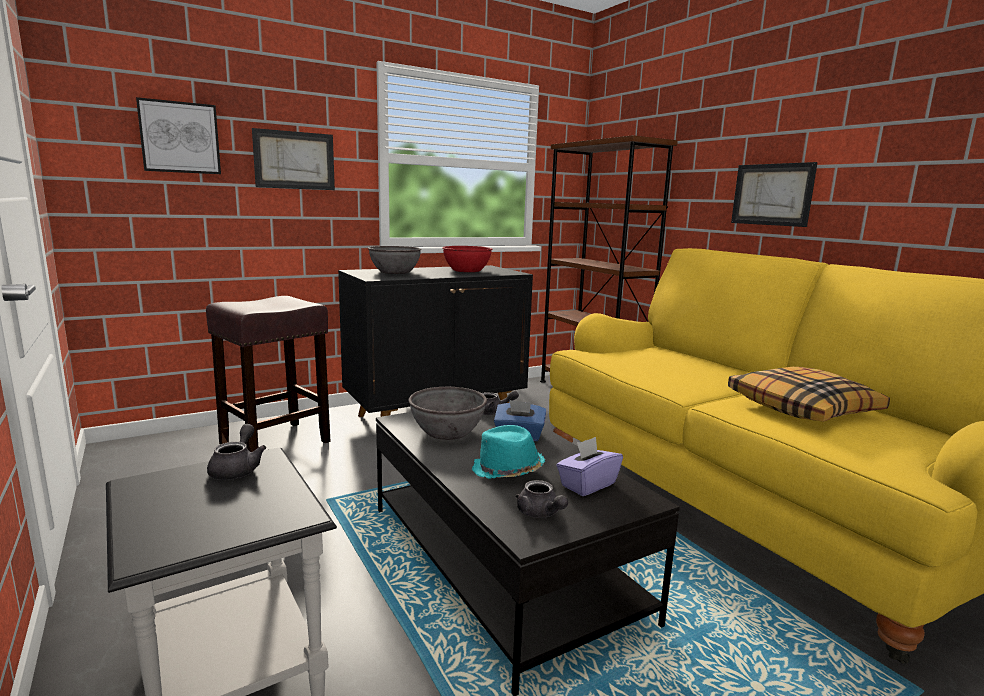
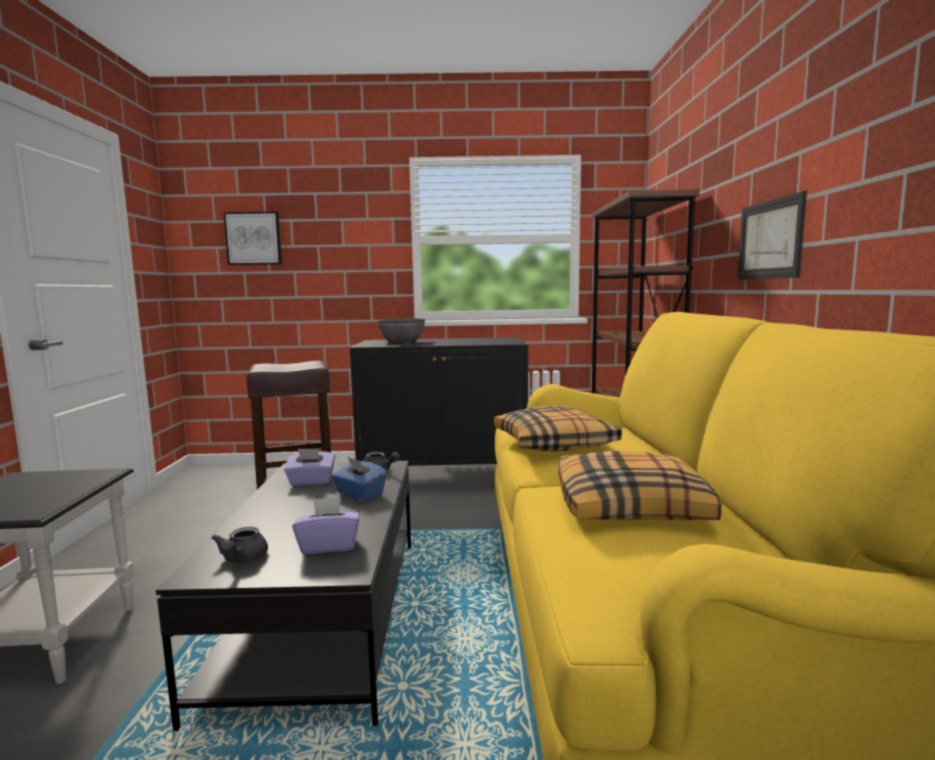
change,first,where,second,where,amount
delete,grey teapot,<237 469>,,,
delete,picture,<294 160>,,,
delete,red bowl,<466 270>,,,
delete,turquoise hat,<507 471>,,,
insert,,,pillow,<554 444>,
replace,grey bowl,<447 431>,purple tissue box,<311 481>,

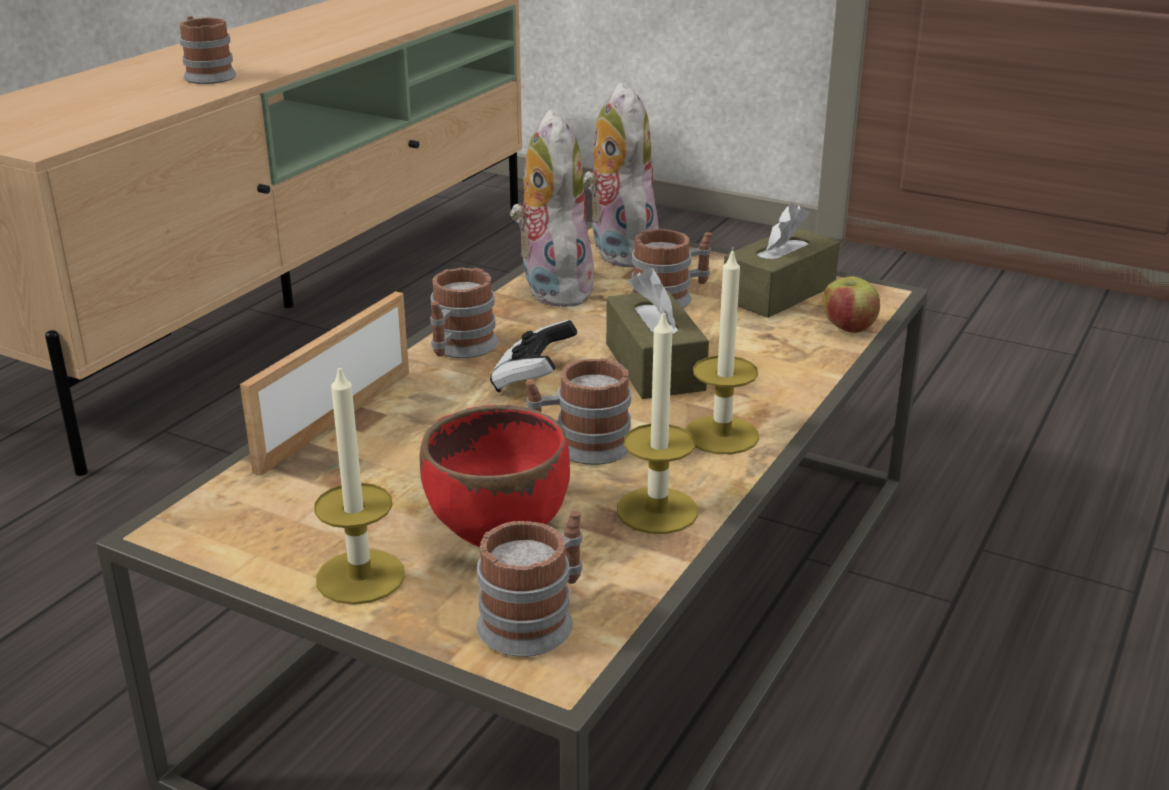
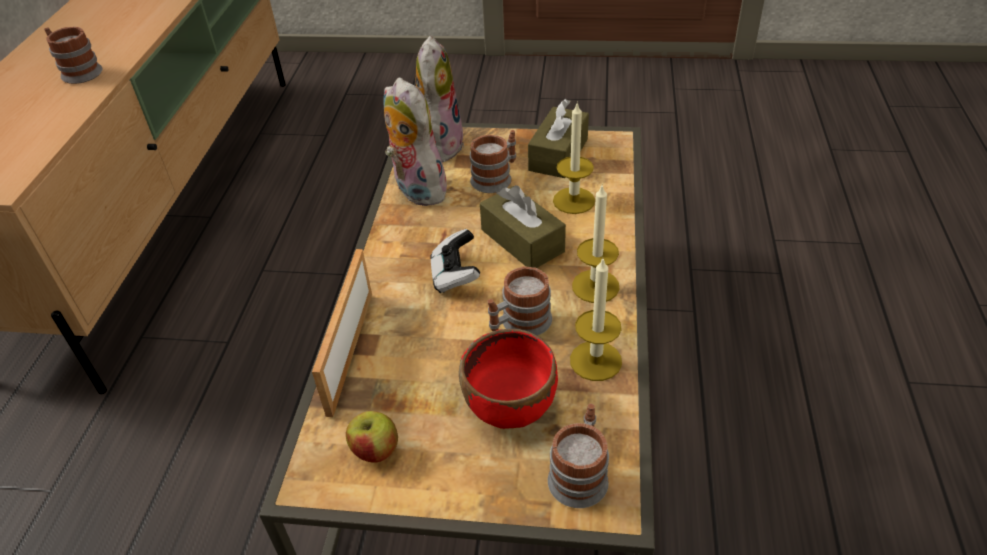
change,first,where,second,where,amount
delete,mug,<459 349>,,,
move,candle,<360 577>,,<574 200>,
move,apple,<848 328>,,<375 451>,
rotate,plush toy,<618 252>,,<438 144>,45 degrees clockwise

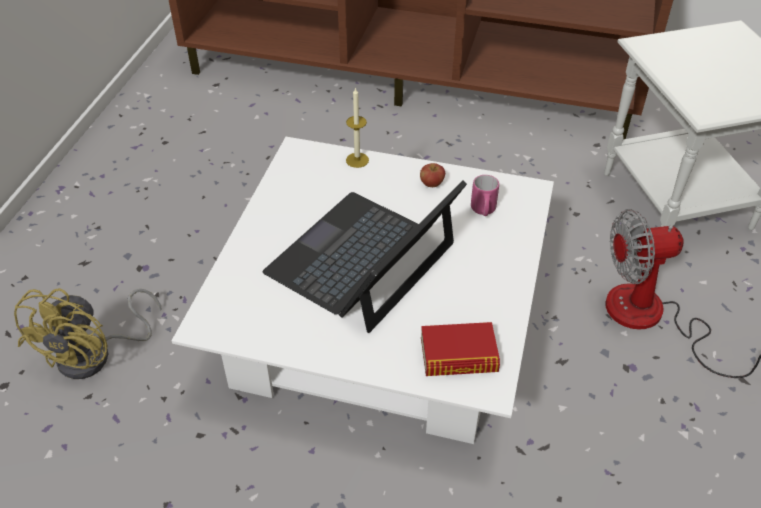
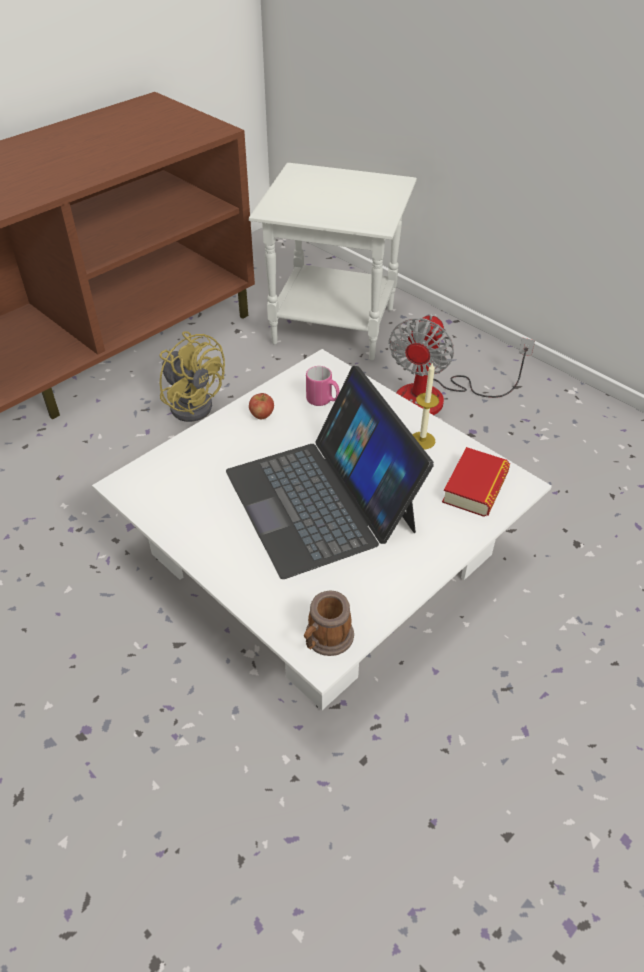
change,first,where,second,where,amount
insert,,,mug,<326 639>,
move,yellow fan,<96 355>,,<193 402>,
move,candle,<357 160>,,<422 440>,

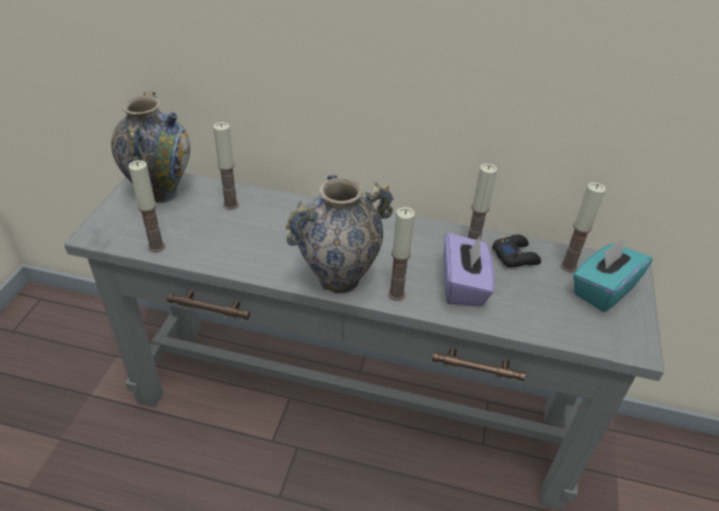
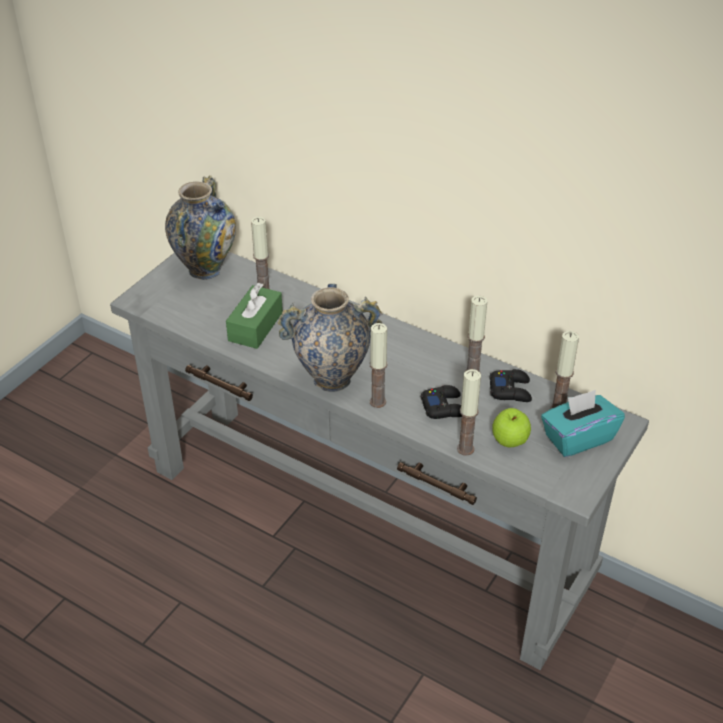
change,first,where,second,where,amount
insert,,,green tissue box,<255 326>,
insert,,,apple,<509 441>,
move,candle,<156 246>,,<465 449>,
replace,purple tissue box,<463 285>,black game controller,<444 407>,

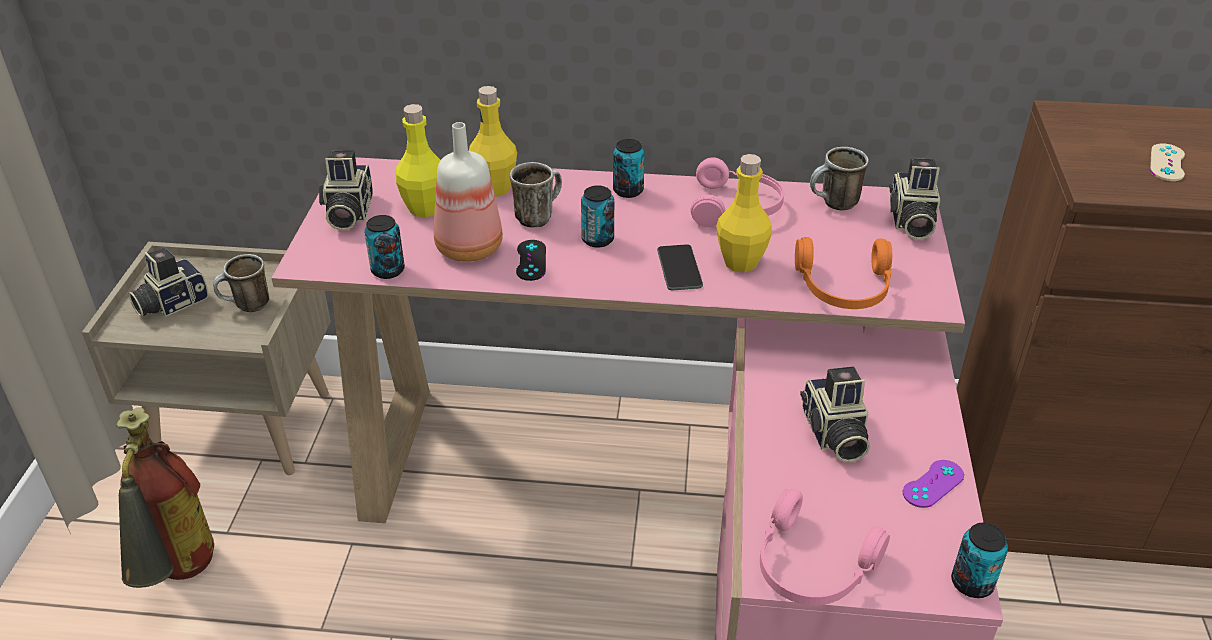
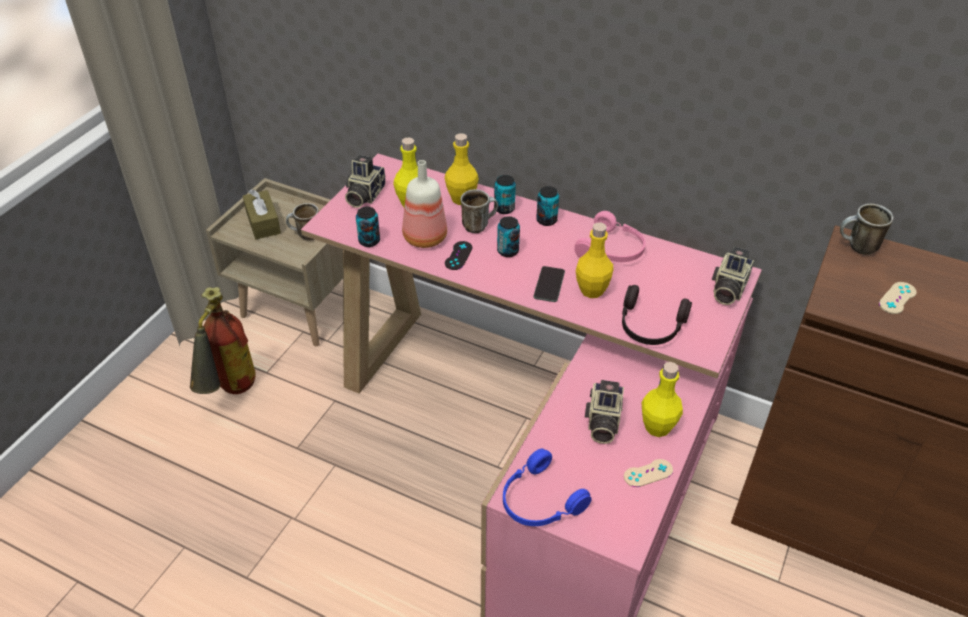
change,first,where,second,where,amount
insert,,,yellow bottle,<657 427>,
move,mug,<834 205>,,<857 248>,
move,can,<972 583>,,<504 209>,
replace,photo camera,<171 303>,brown tissue box,<263 222>,
recolor,pink headphones,<811 567>,blue headphones,<539 501>,
recolor,orange headphones,<844 288>,black headphones,<650 326>,
recolor,purple game controller,<933 484>,beige game controller,<648 473>,

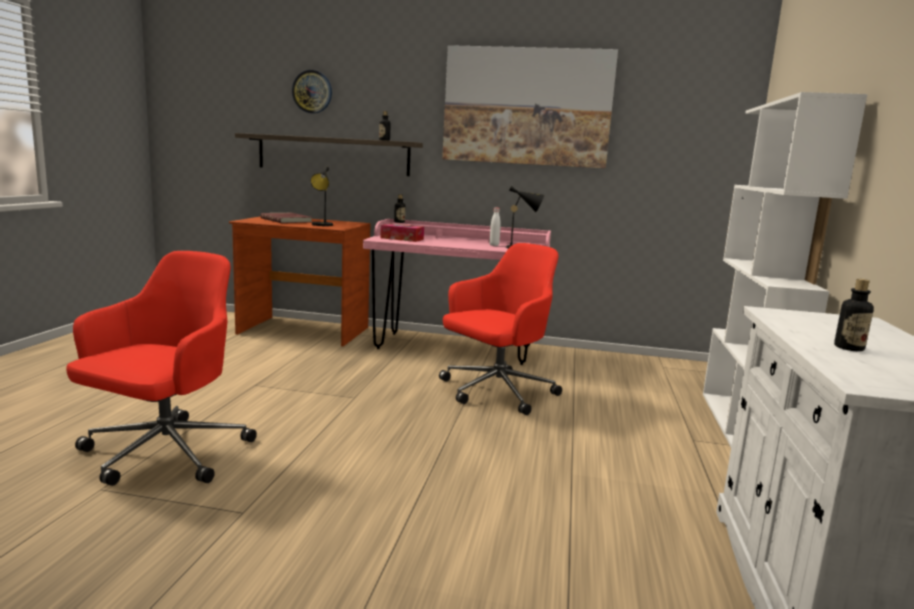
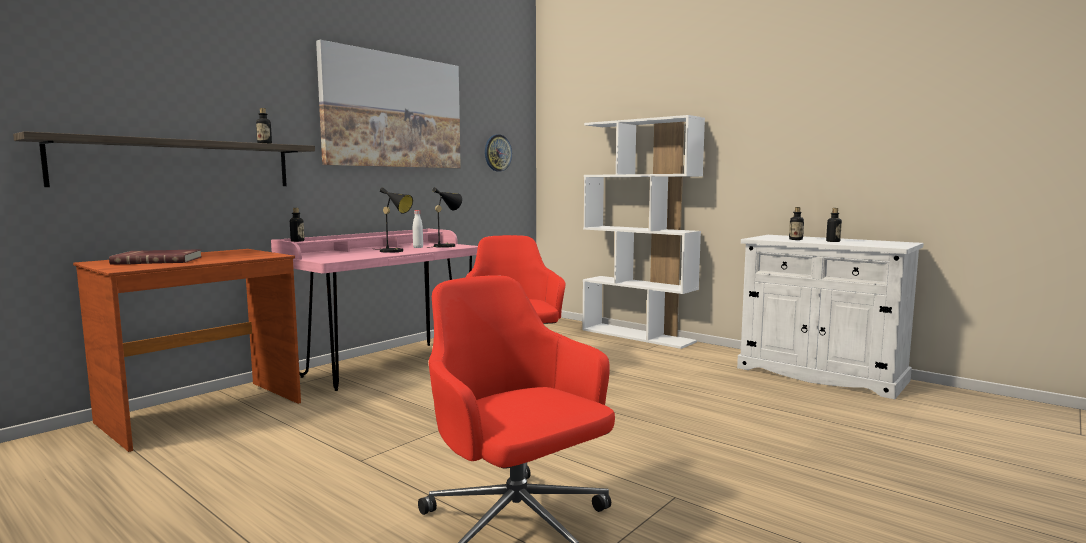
change,first,where,second,where,amount
delete,tissue box,<402 239>,,,
insert,,,bottle,<795 239>,
move,wall clock,<312 92>,,<497 153>,
move,black table lamp,<322 225>,,<395 251>,

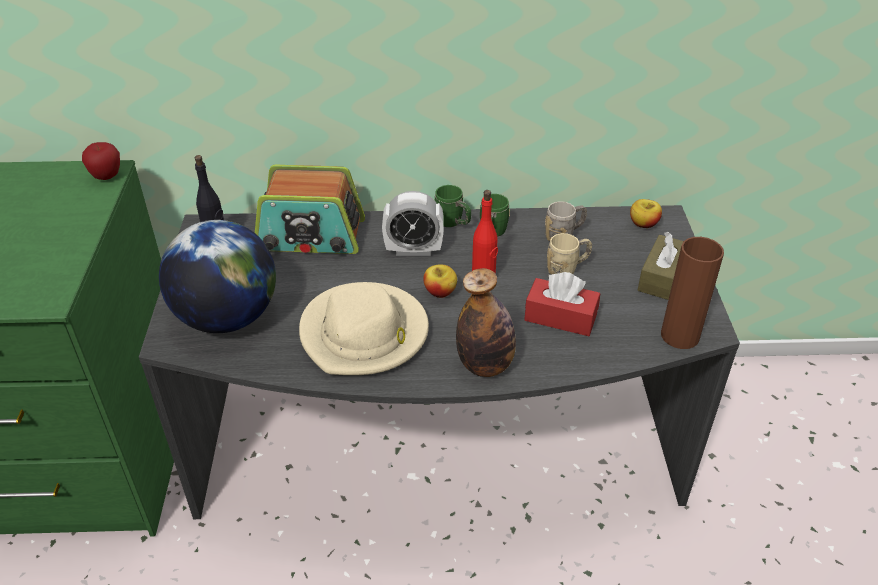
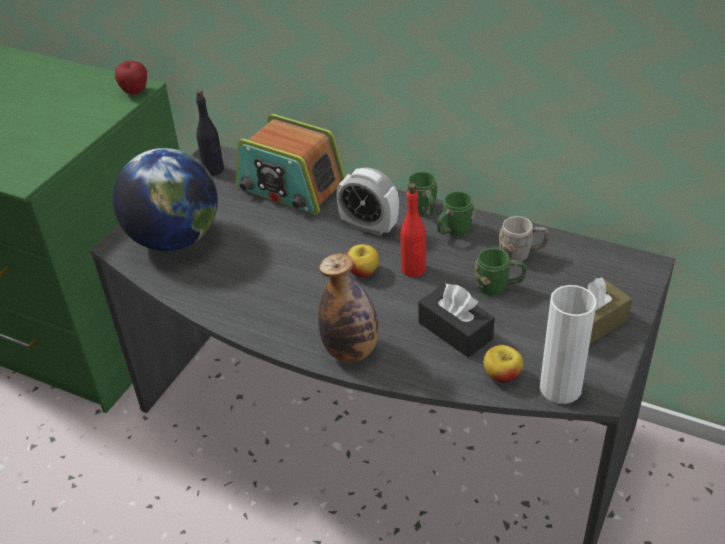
change,first,where,second,where,amount
delete,beige hat,<365 334>,,,
move,apple,<643 224>,,<502 375>,
recolor,red tissue box,<560 317>,black tissue box,<455 330>,
recolor,beige mug,<567 269>,green mug,<499 287>,
recolor,brown vase,<680 336>,white vase,<560 388>,

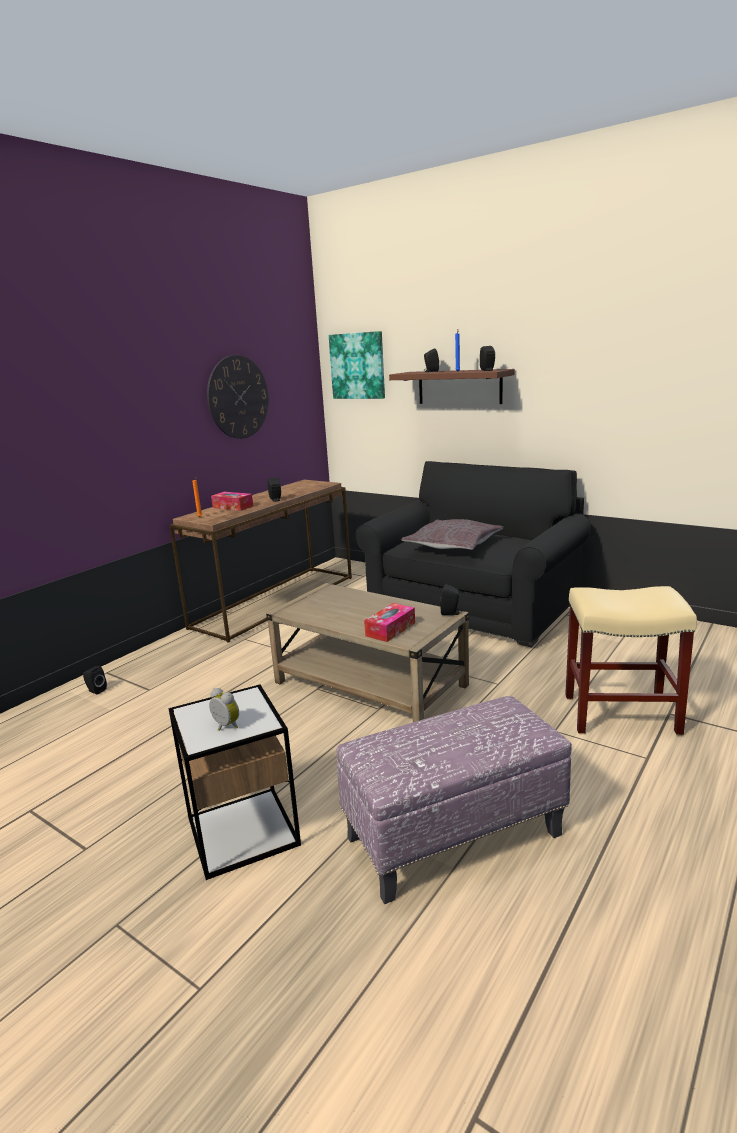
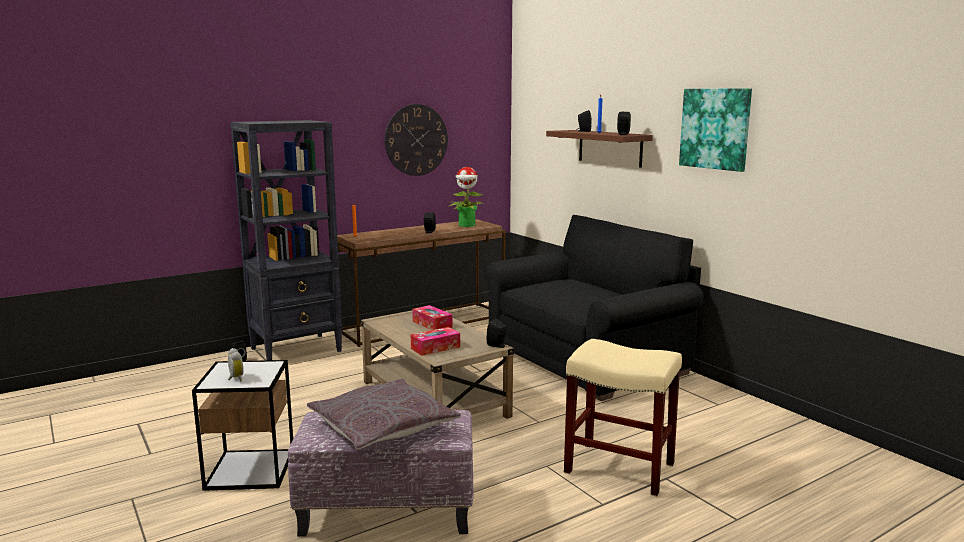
change,first,where,second,where,amount
insert,,,black bookcase,<297 350>,
insert,,,potted plant,<467 225>,
move,tissue box,<233 507>,,<432 324>,
move,picture,<358 366>,,<715 128>,
move,grey pillow,<453 544>,,<383 426>,

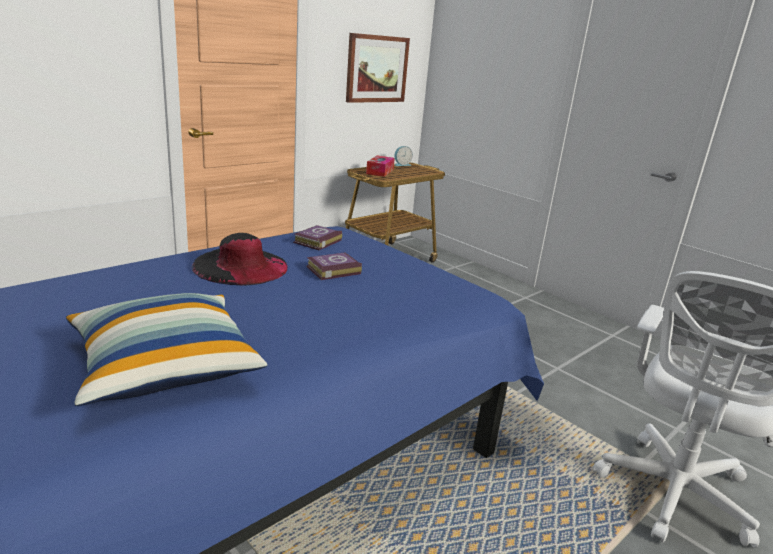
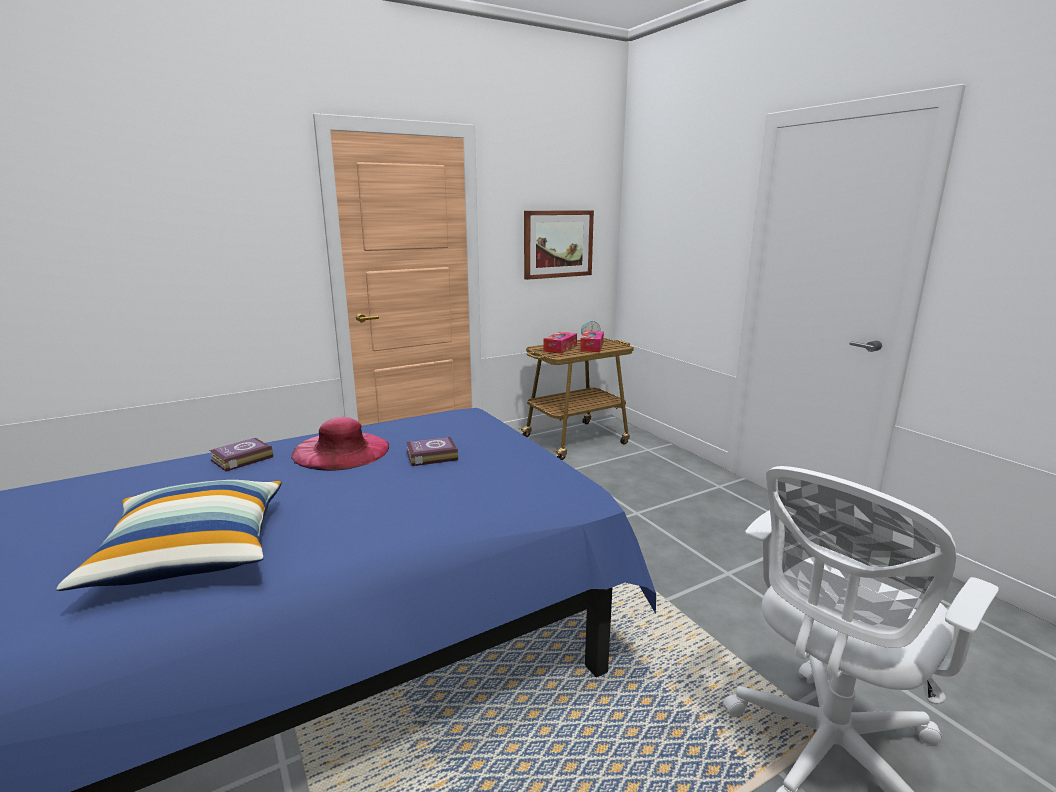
change,first,where,second,where,amount
insert,,,tissue box,<592 347>,
move,book,<316 241>,,<240 459>,
recolor,black hat,<240 266>,pink hat,<341 450>,

